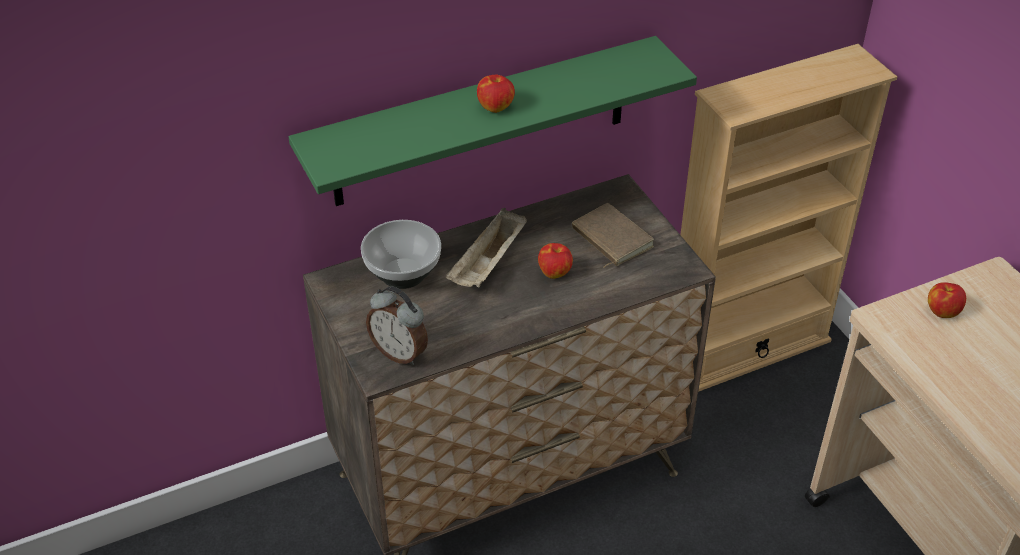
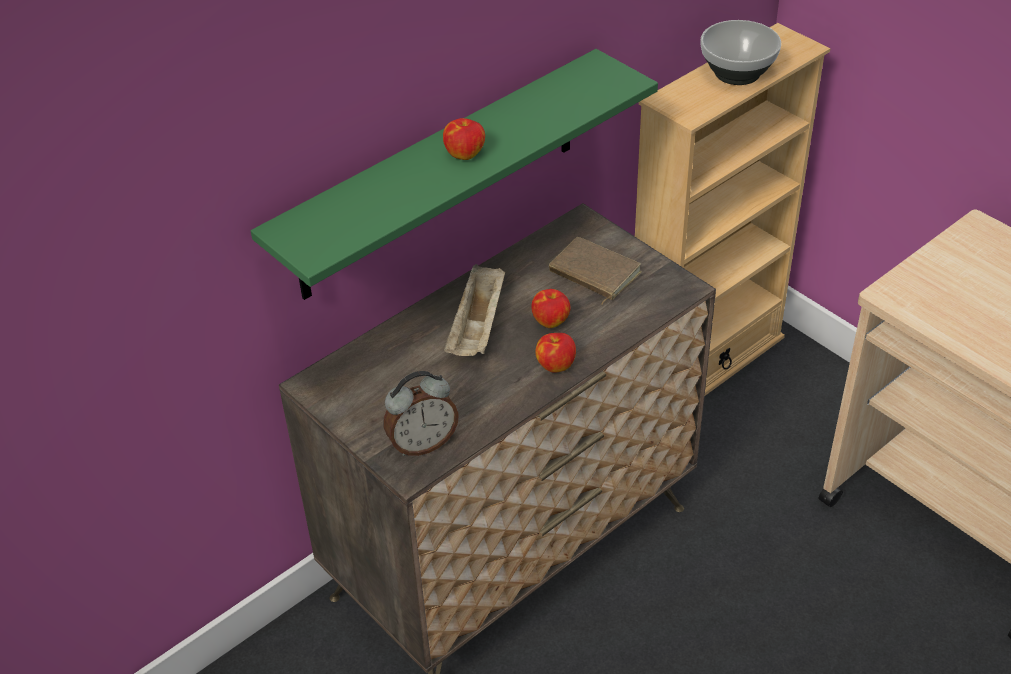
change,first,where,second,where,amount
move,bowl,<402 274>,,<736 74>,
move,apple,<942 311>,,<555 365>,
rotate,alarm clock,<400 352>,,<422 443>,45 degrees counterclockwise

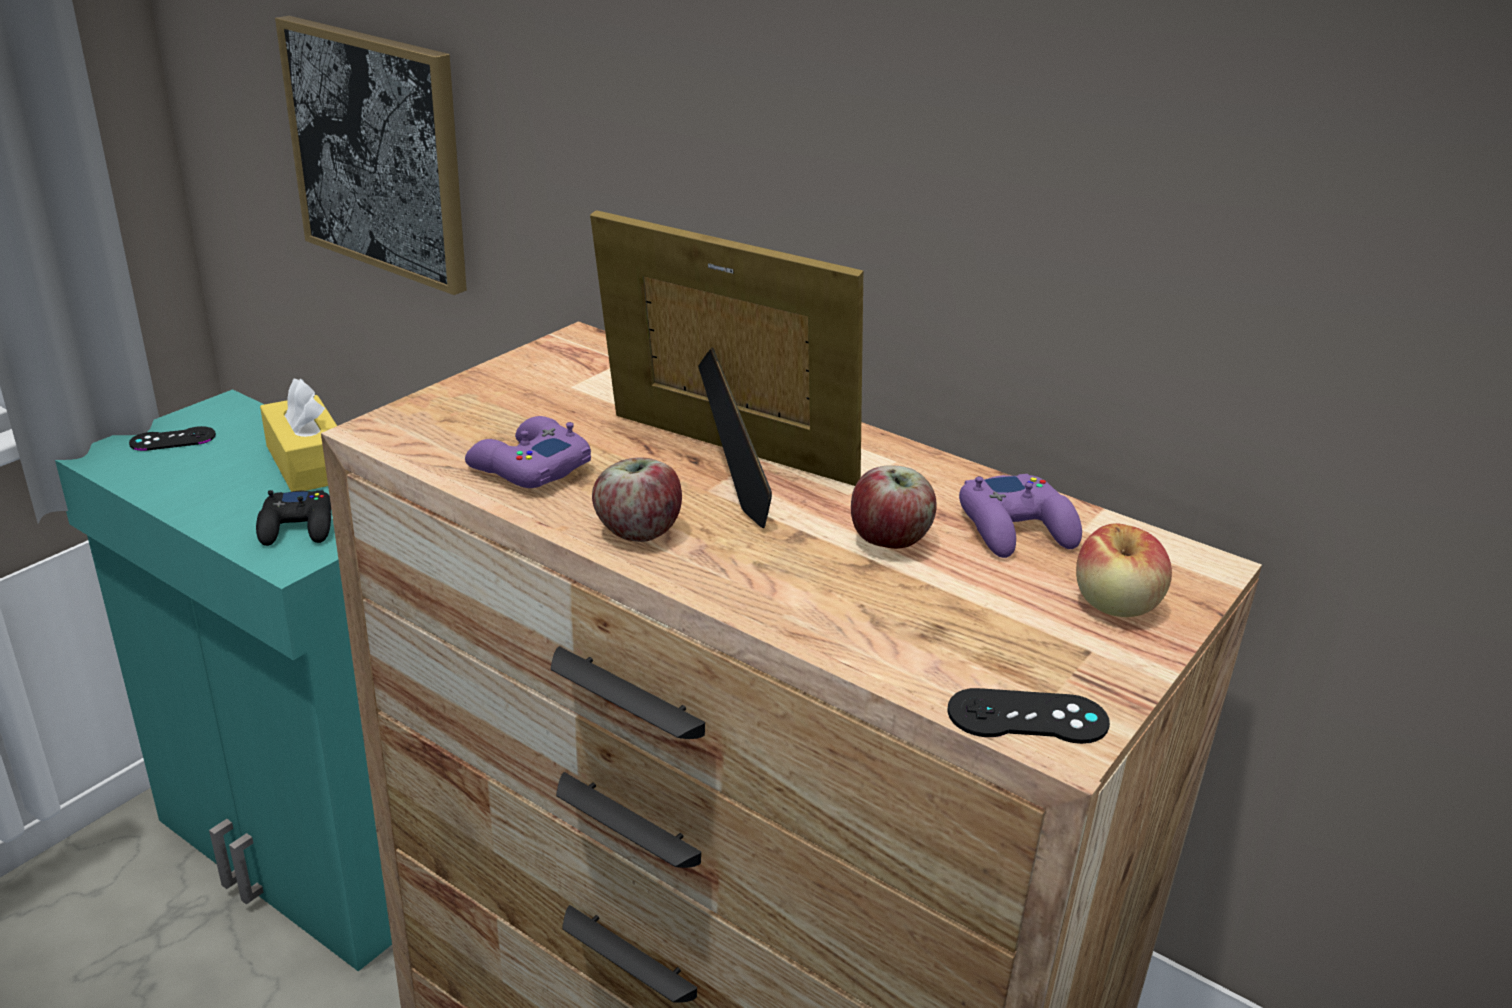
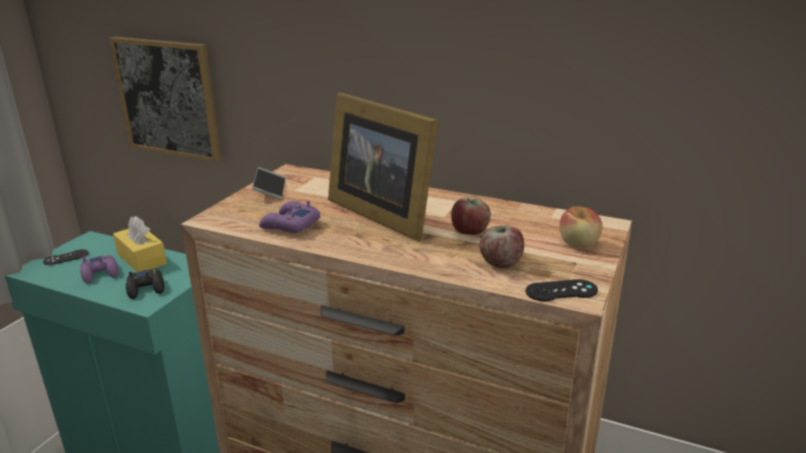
change,first,where,second,where,amount
insert,,,phone,<270 189>,
move,apple,<638 531>,,<500 263>,
move,purple game controller,<1017 528>,,<100 273>,
rotate,picture frame,<724 464>,,<381 212>,150 degrees counterclockwise

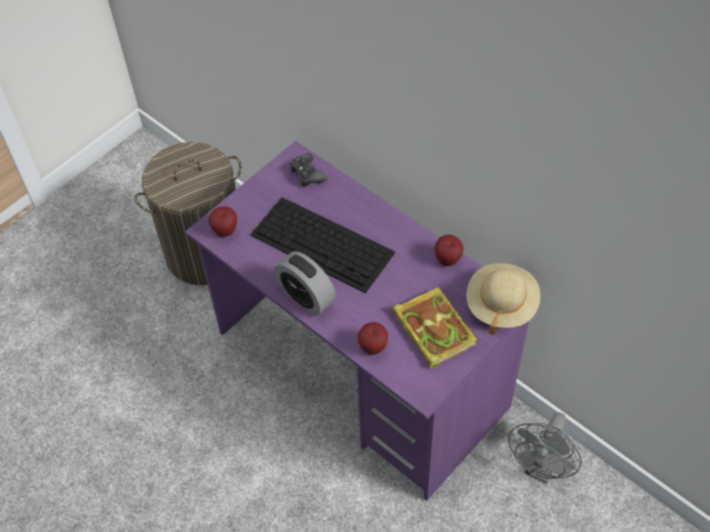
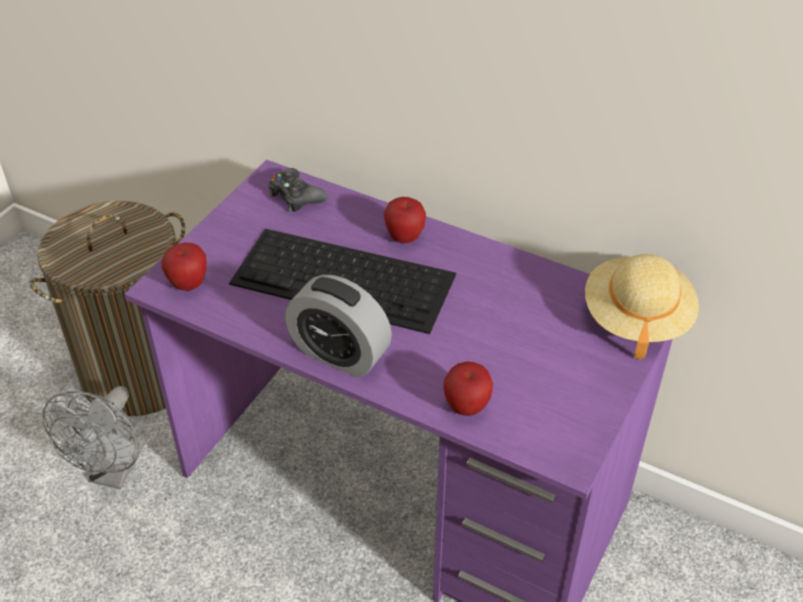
change,first,where,second,where,amount
delete,book,<432 328>,,,
move,apple,<447 260>,,<404 238>,
move,grey fan,<541 468>,,<114 472>,

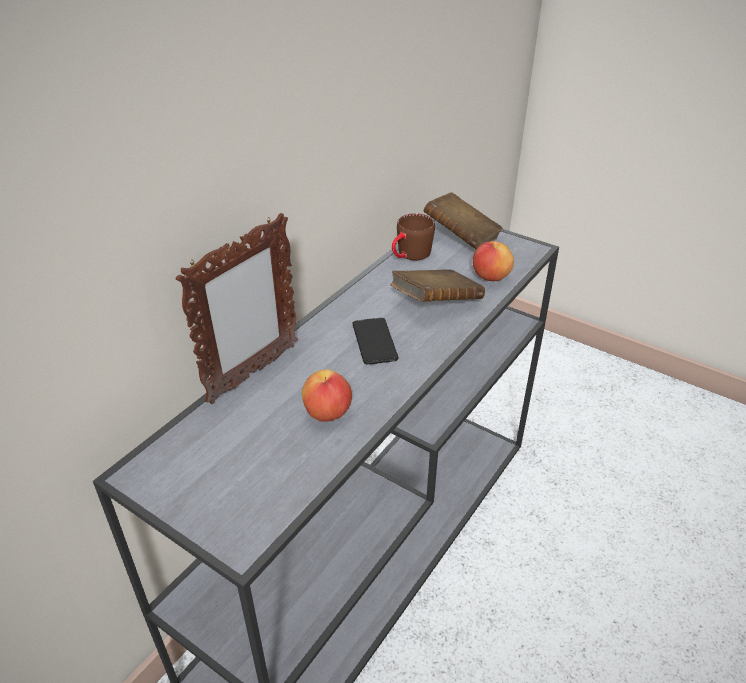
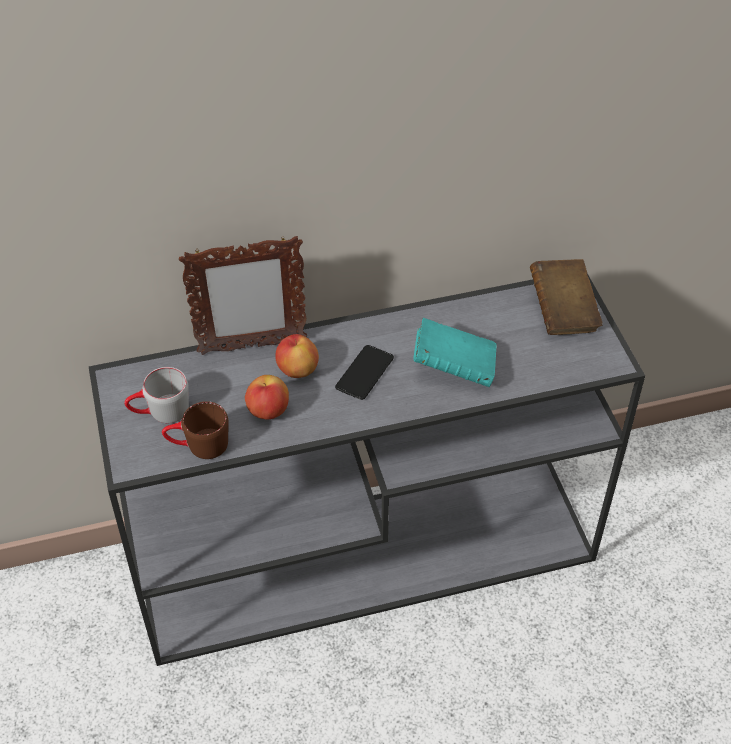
change,first,where,second,where,amount
insert,,,grey mug,<160 412>,
move,brown mug,<409 255>,,<198 446>,
move,apple,<490 277>,,<297 369>,
recolor,brown book,<436 303>,turquoise book,<454 367>,

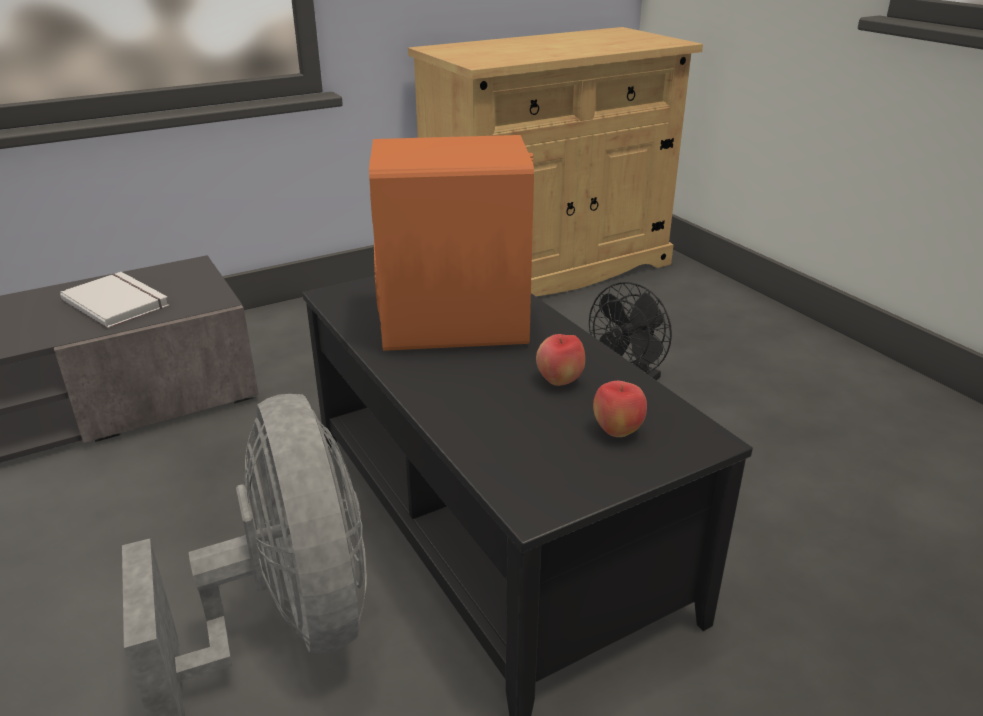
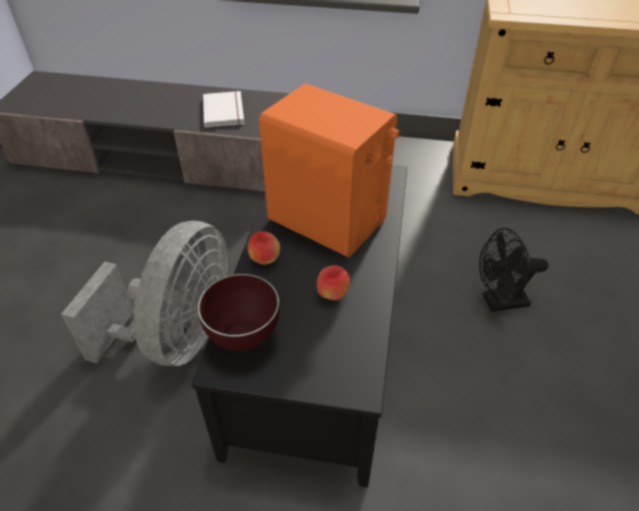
change,first,where,second,where,amount
insert,,,brown bowl,<243 340>,
move,apple,<617 432>,,<265 260>,

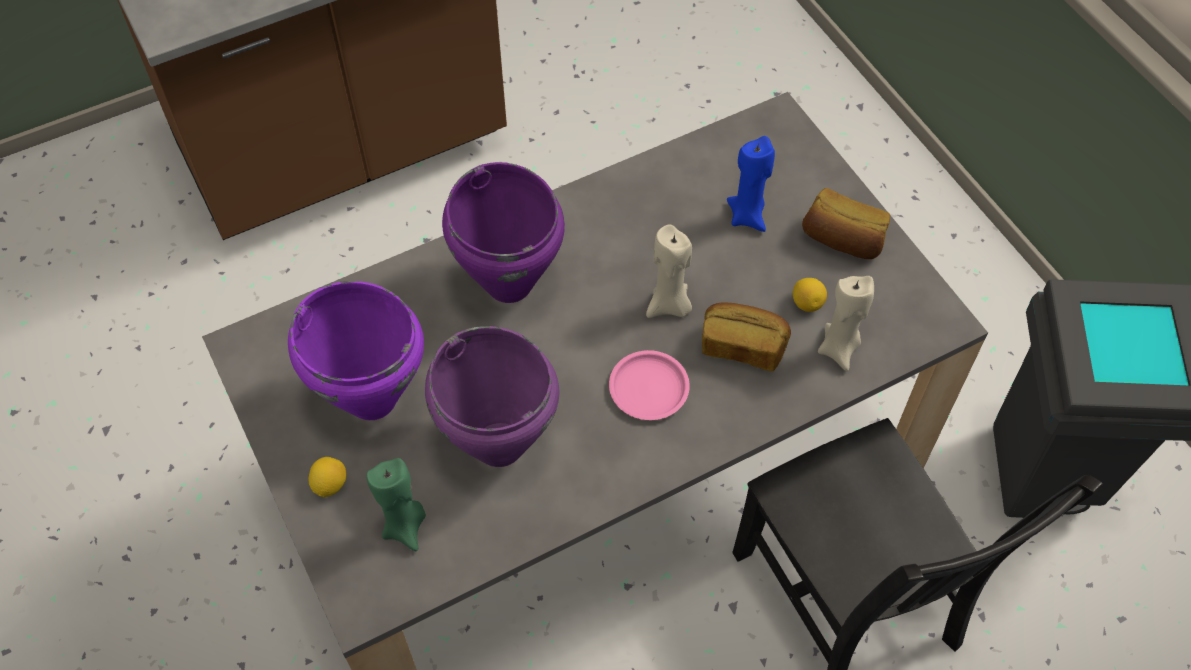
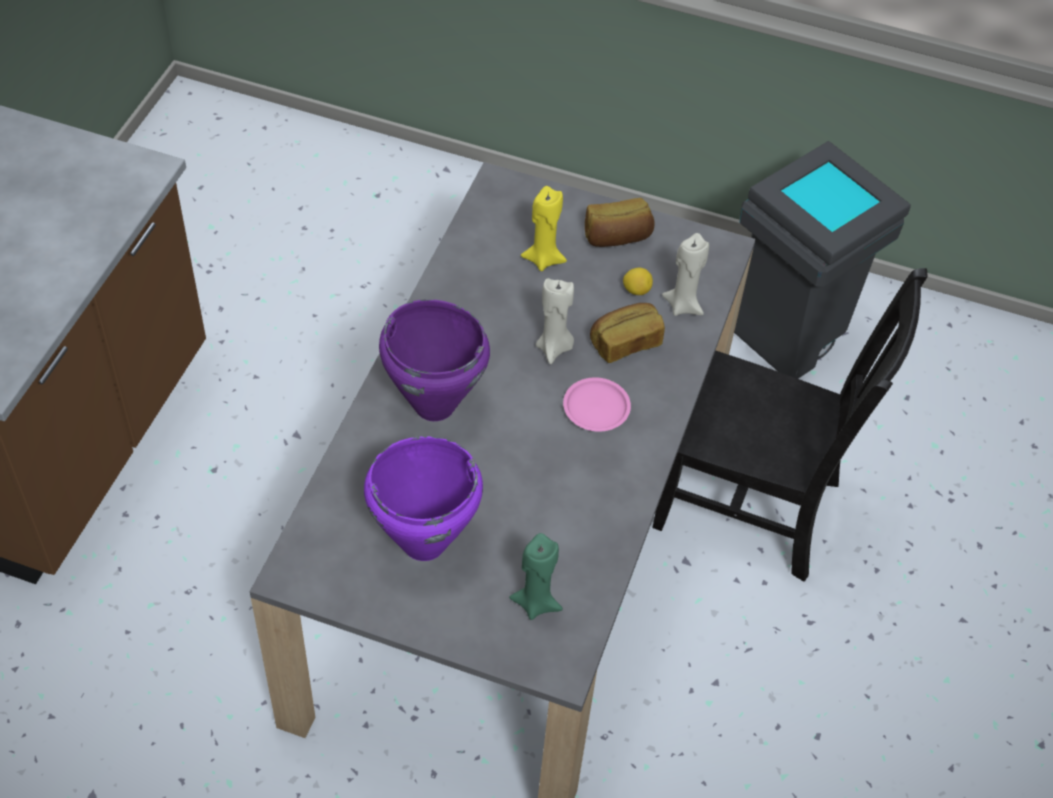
change,first,where,second,where,amount
delete,lemon,<330 484>,,,
delete,purple cooking pot,<499 446>,,,
recolor,blue candle,<747 216>,yellow candle,<543 259>,

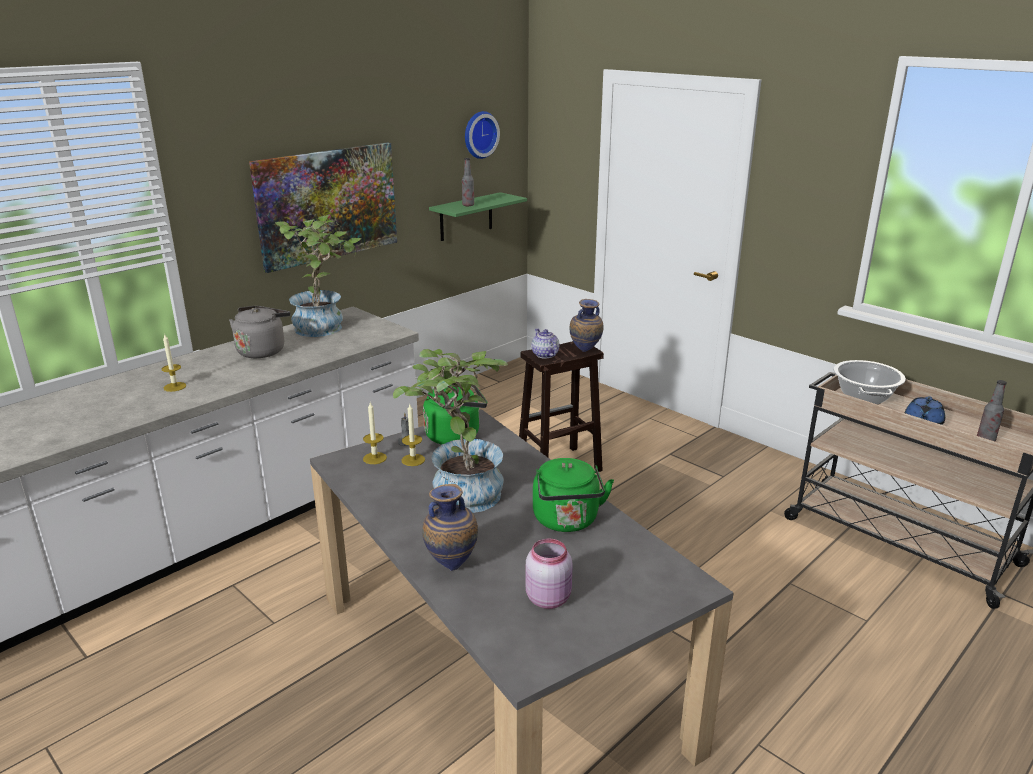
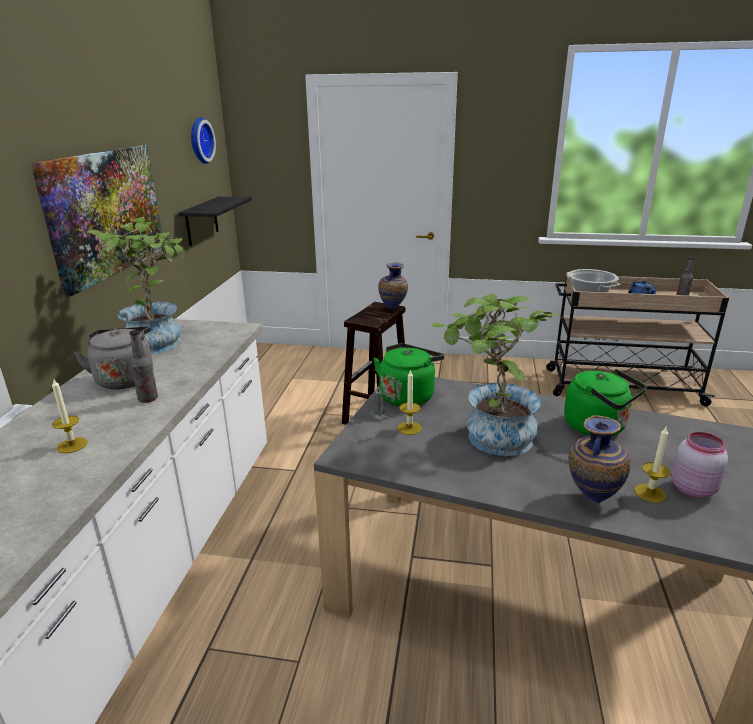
change,first,where,second,where,amount
delete,teapot,<545 355>,,,
move,candle,<374 458>,,<650 493>,
move,bottle,<468 205>,,<148 399>,
recolor,green shelf,<466 217>,black shelf,<201 221>,

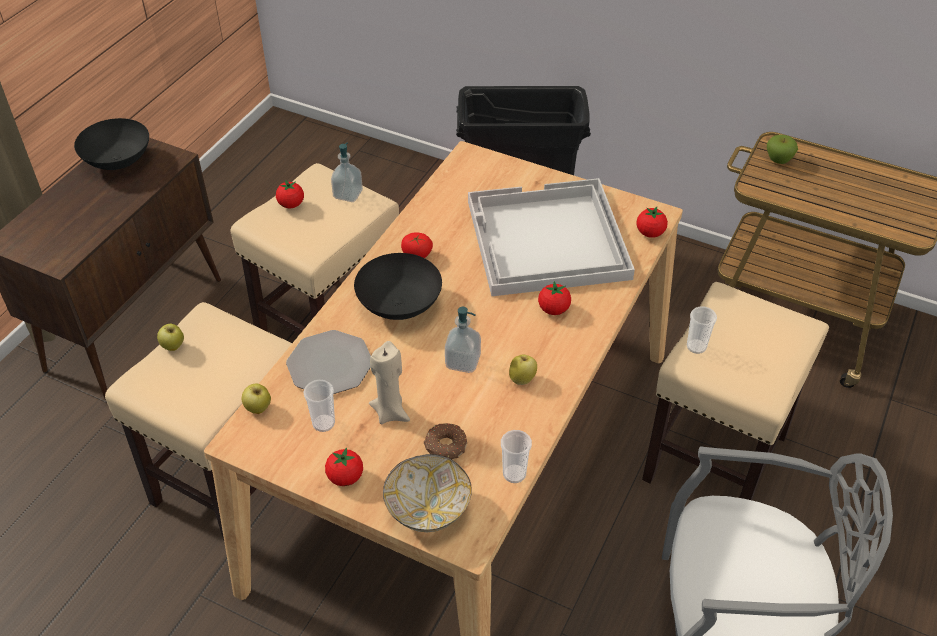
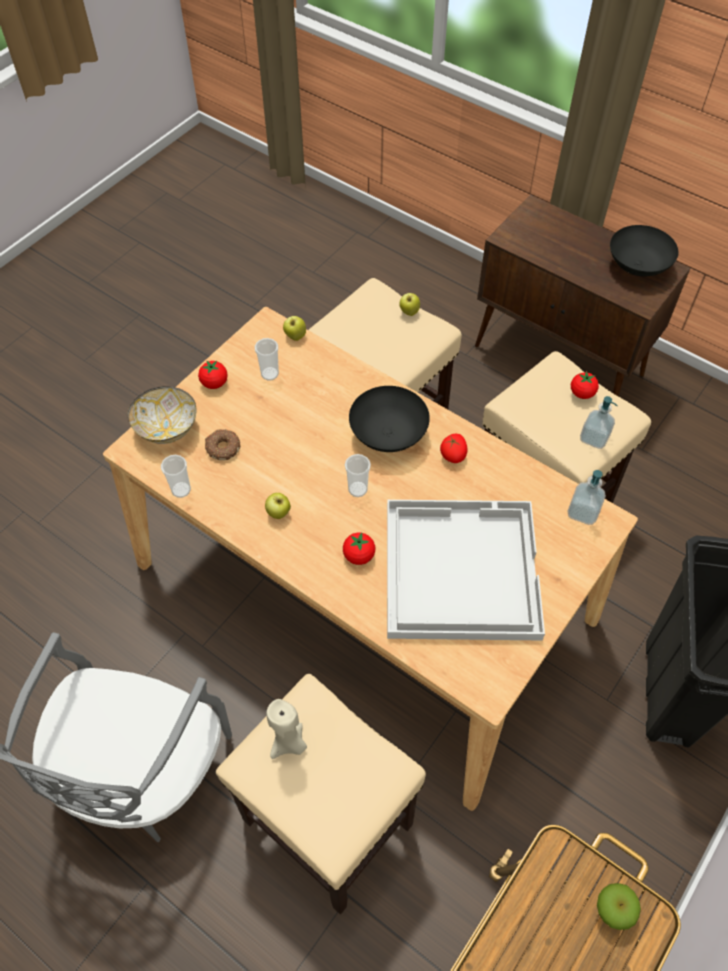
change,first,where,second,where,amount
delete,plate,<330 365>,,,
delete,tomato,<650 233>,,,
move,beige candle,<390 412>,,<289 743>,
move,soap dispenser,<462 361>,,<583 512>,
move,cup,<696 346>,,<357 489>,

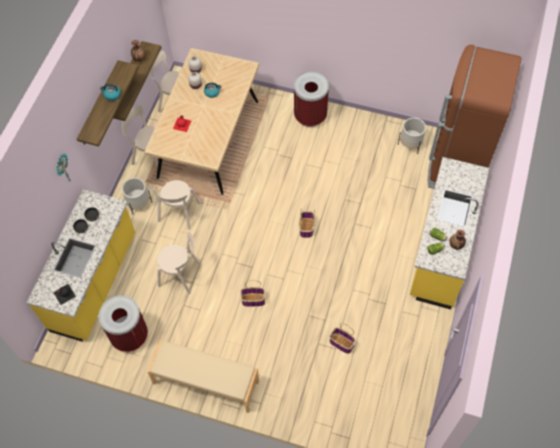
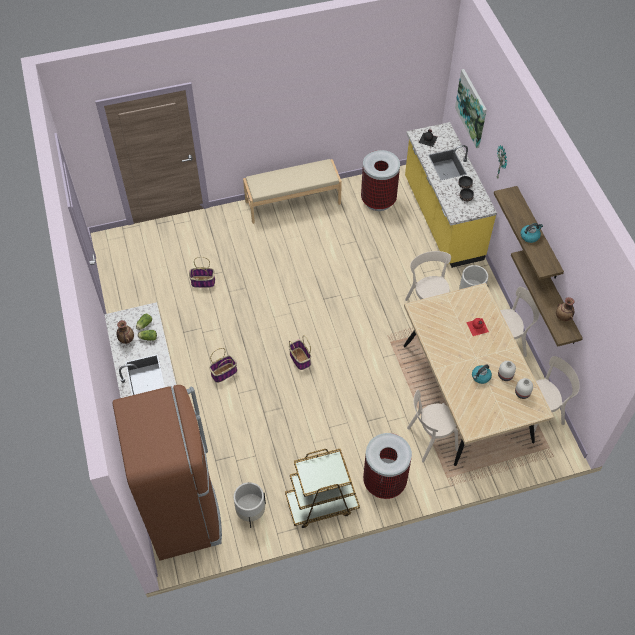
change,first,where,second,where,amount
insert,,,brown cart,<321 504>,
insert,,,picture,<472 108>,
move,beige chair,<181 275>,,<430 439>,
move,basket,<253 300>,,<224 372>,

